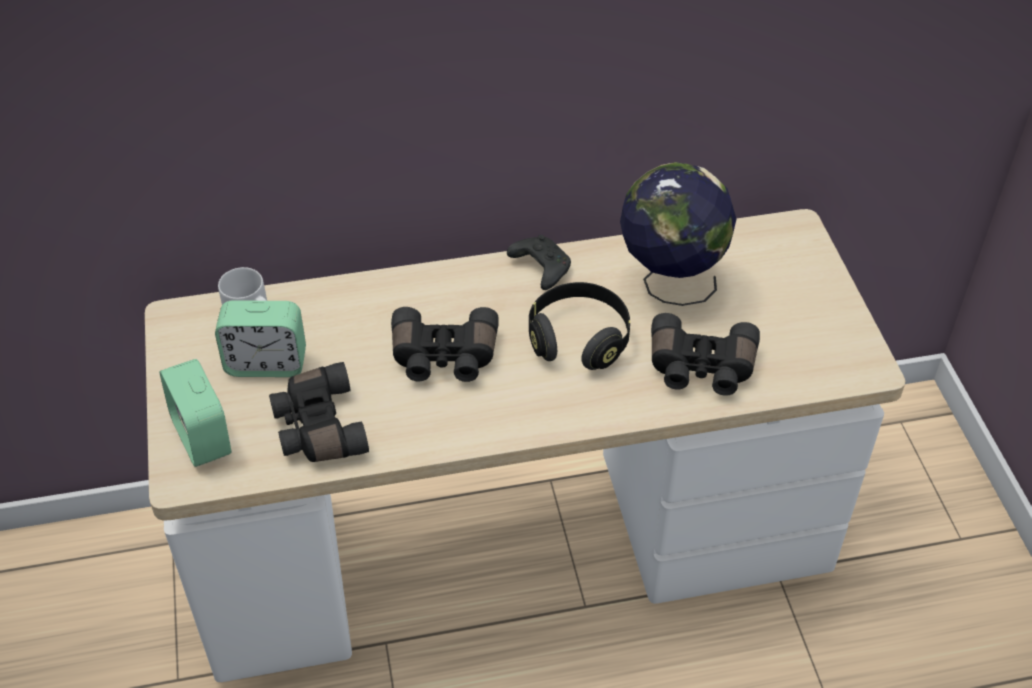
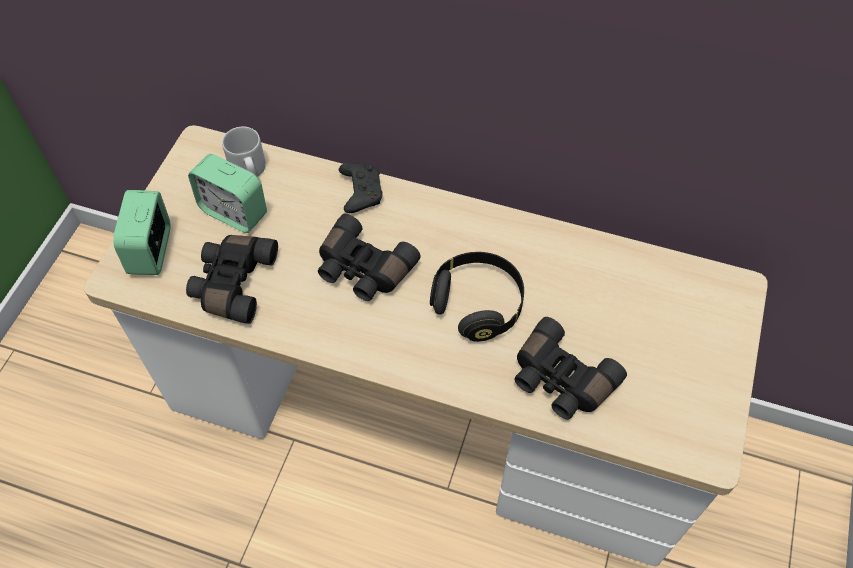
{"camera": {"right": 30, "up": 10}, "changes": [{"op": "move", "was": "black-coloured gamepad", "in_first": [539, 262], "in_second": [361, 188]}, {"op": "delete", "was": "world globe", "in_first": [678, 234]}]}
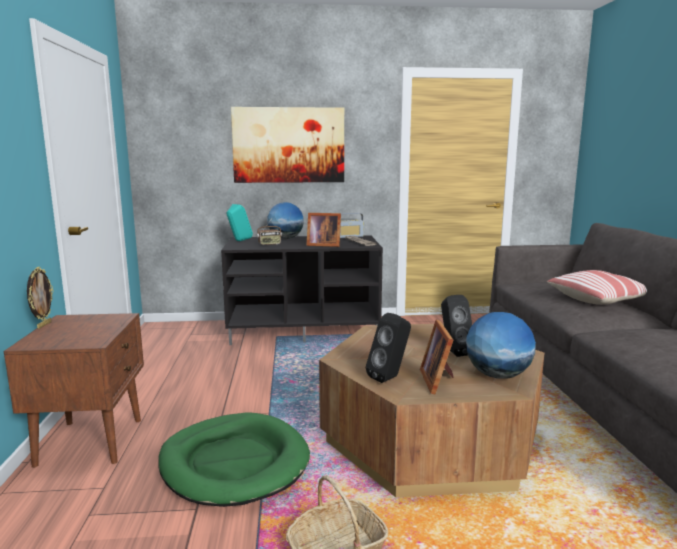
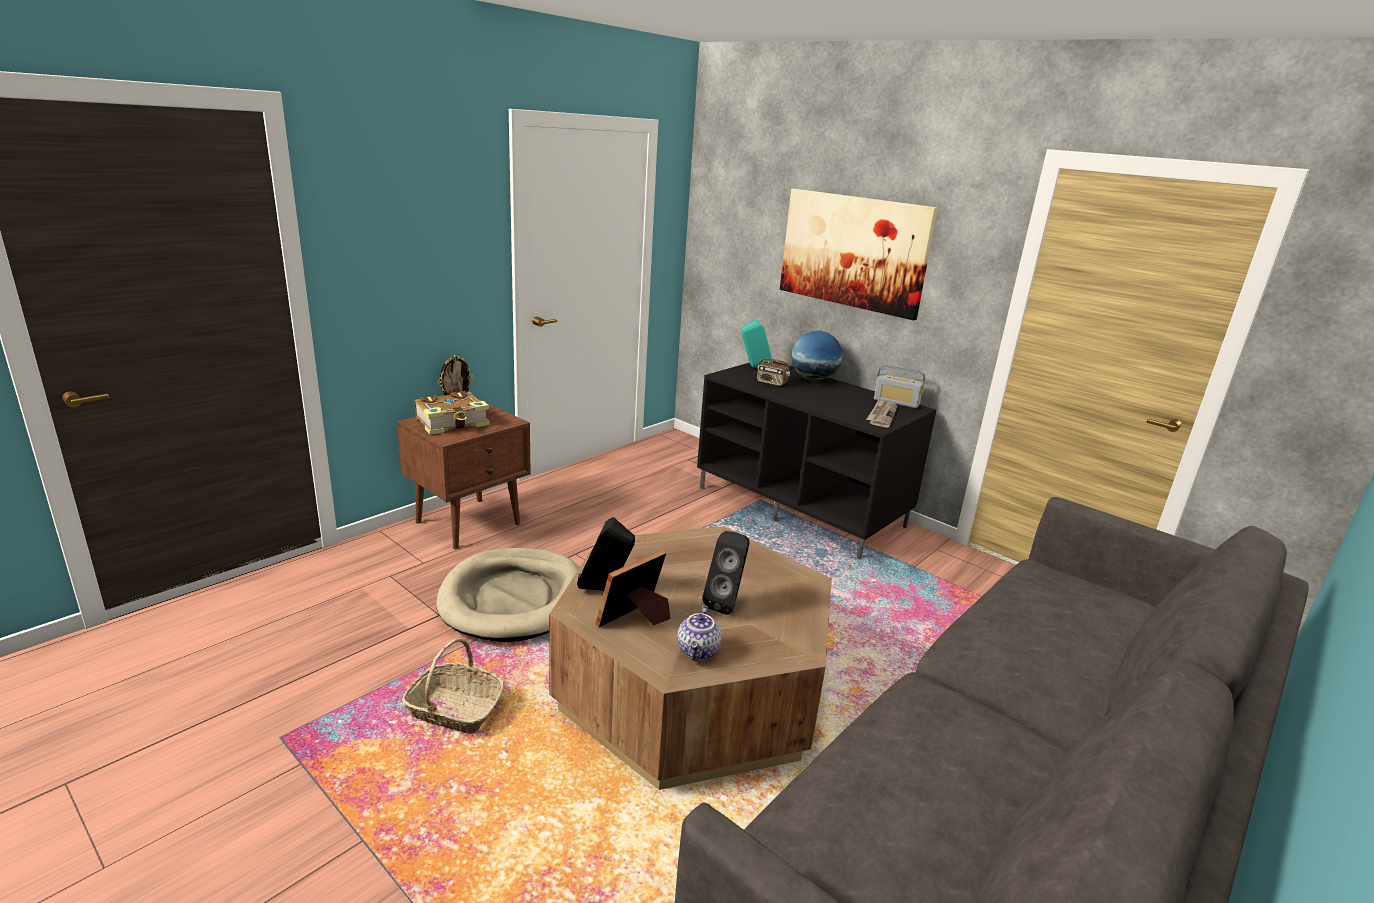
{"camera": {"right": 45, "up": 10}, "changes": [{"op": "insert", "now": "volume", "in_second": [452, 413]}, {"op": "recolor", "was": "green pet bed", "now": "sand-coloured pet bed", "in_first": [234, 460], "in_second": [507, 595]}, {"op": "replace", "was": "world globe", "now": "teapot", "in_first": [501, 345], "in_second": [699, 633]}, {"op": "delete", "was": "standing frame", "in_first": [323, 230]}, {"op": "delete", "was": "cushion", "in_first": [597, 287]}]}
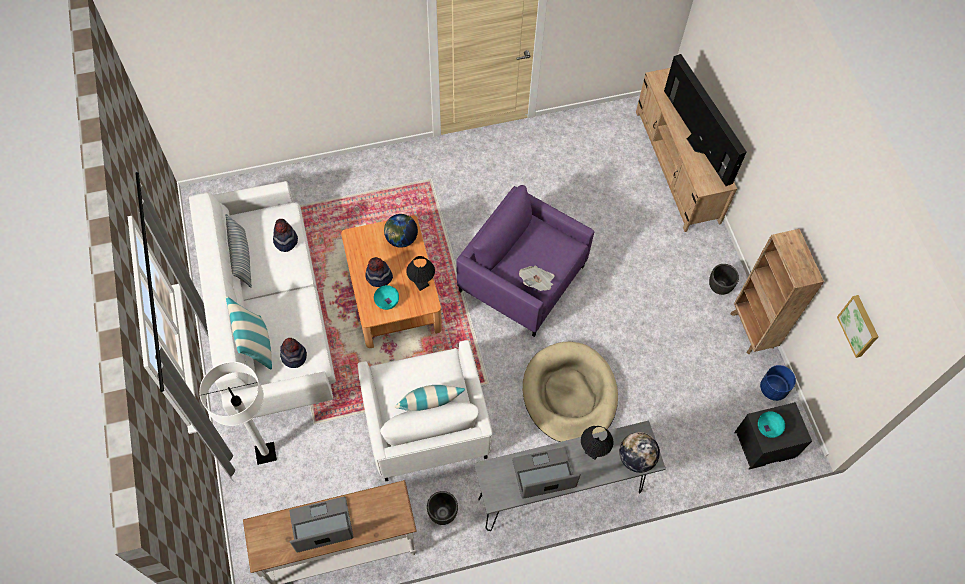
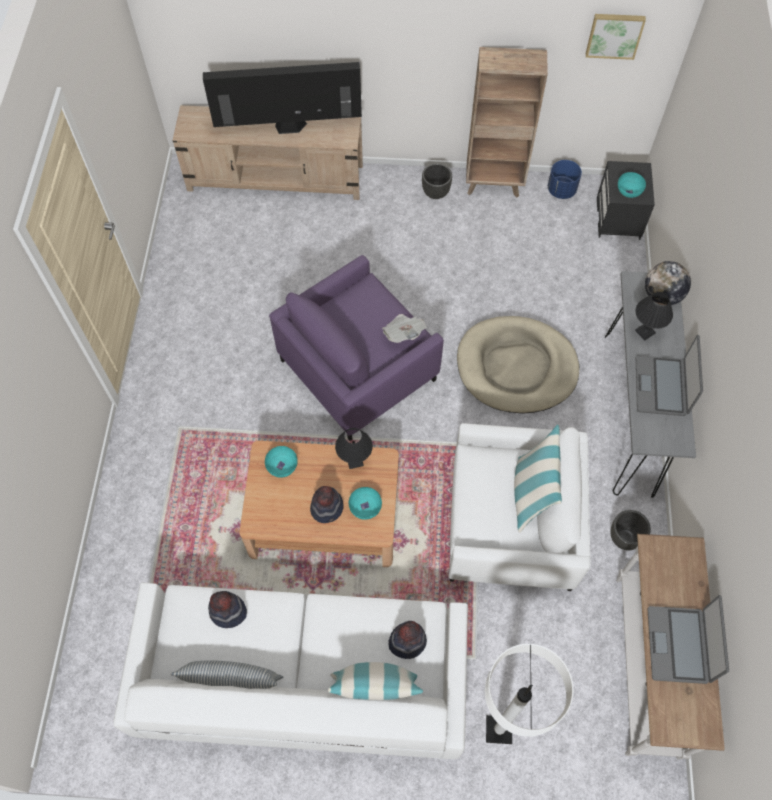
{"camera": {"right": -70, "up": 0}, "changes": [{"op": "replace", "was": "world globe", "now": "turquoise serving bowl", "in_first": [401, 231], "in_second": [281, 462]}]}
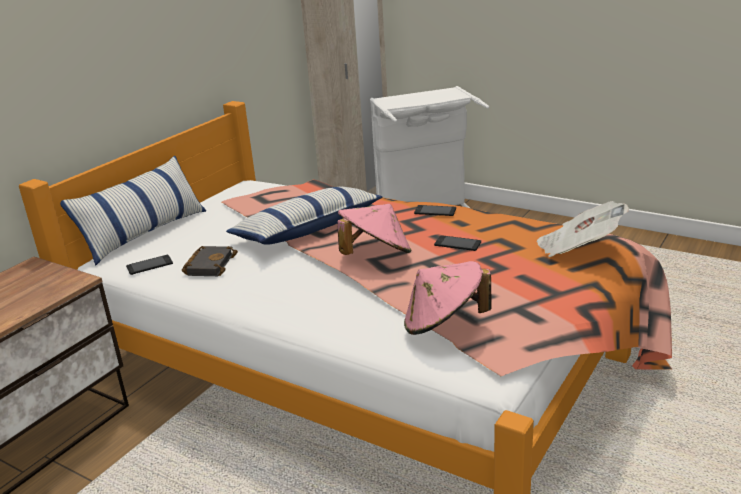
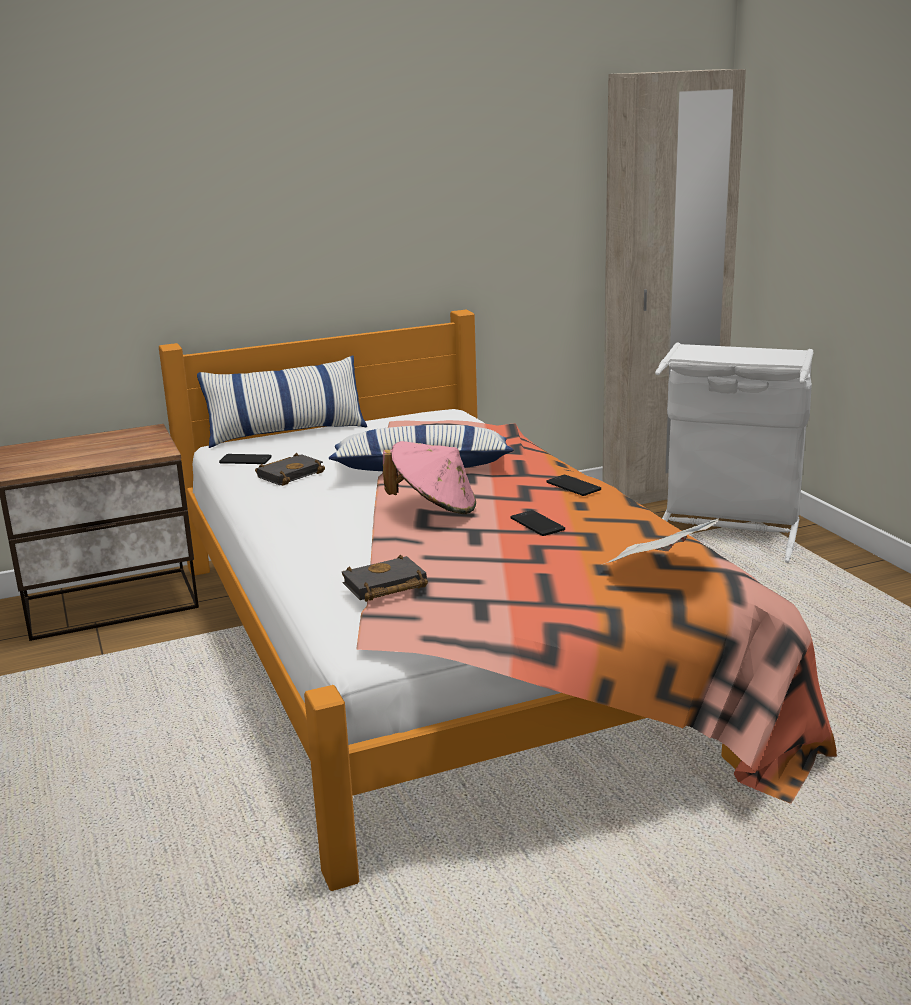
{"camera": {"right": 35, "up": -5}, "changes": [{"op": "replace", "was": "pink-coloured hat", "now": "black-coloured volume", "in_first": [447, 298], "in_second": [385, 578]}]}
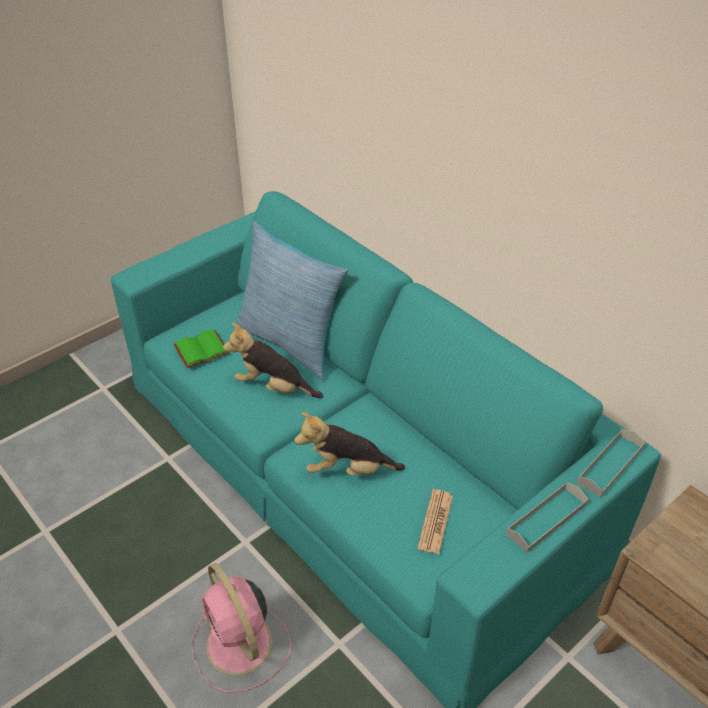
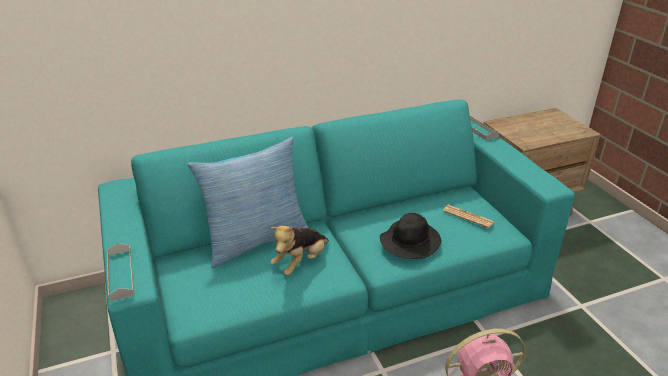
{"camera": {"right": -70, "up": -10}, "changes": [{"op": "move", "was": "grey tray", "in_first": [547, 517], "in_second": [120, 272]}, {"op": "replace", "was": "soft toy", "now": "black-coloured hat", "in_first": [349, 443], "in_second": [410, 236]}, {"op": "delete", "was": "green volume", "in_first": [201, 349]}]}
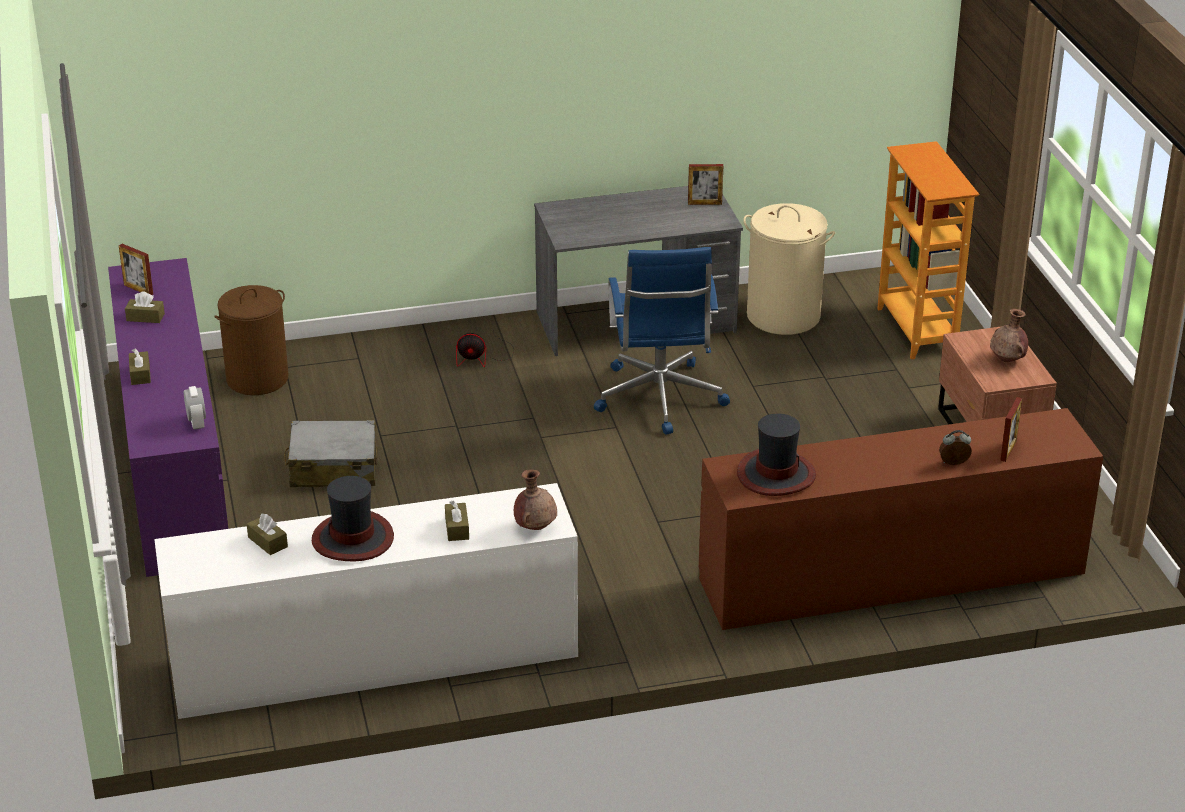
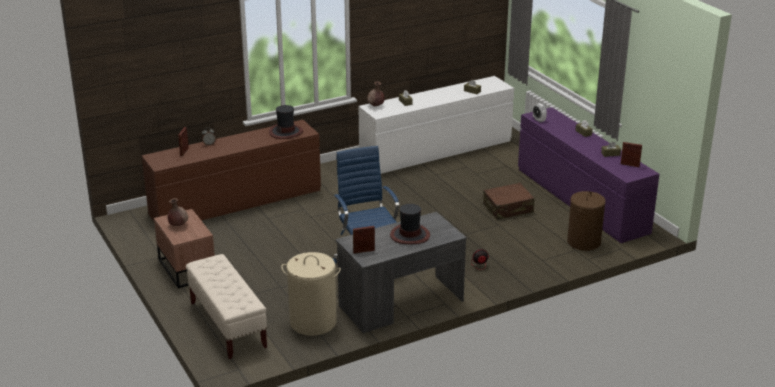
{"camera": {"right": 165, "up": -5}, "changes": [{"op": "replace", "was": "bookshelf", "now": "sand-coloured indoor bench", "in_first": [928, 250], "in_second": [226, 306]}, {"op": "move", "was": "hat", "in_first": [353, 518], "in_second": [410, 224]}, {"op": "recolor", "was": "grey piece of luggage", "now": "brownish piece of luggage", "in_first": [330, 453], "in_second": [509, 201]}]}
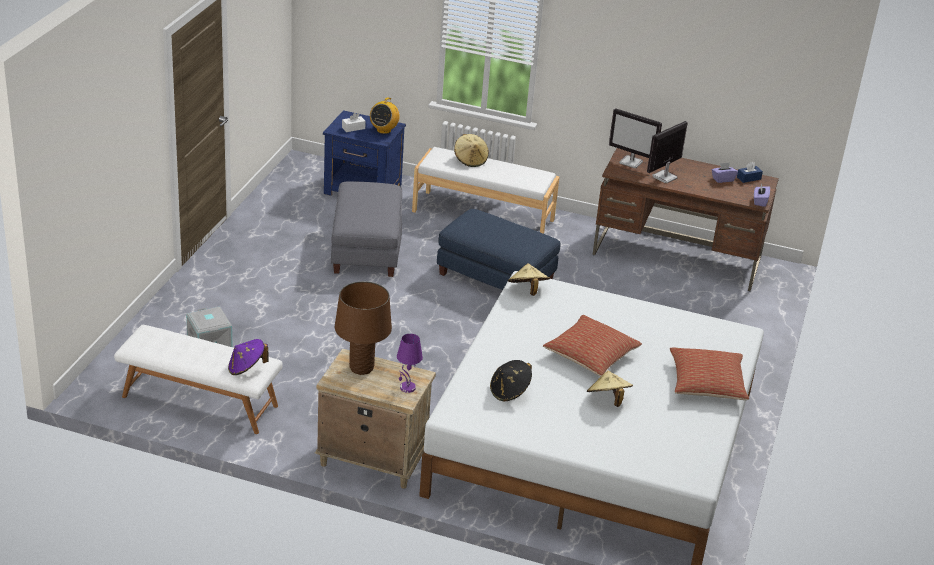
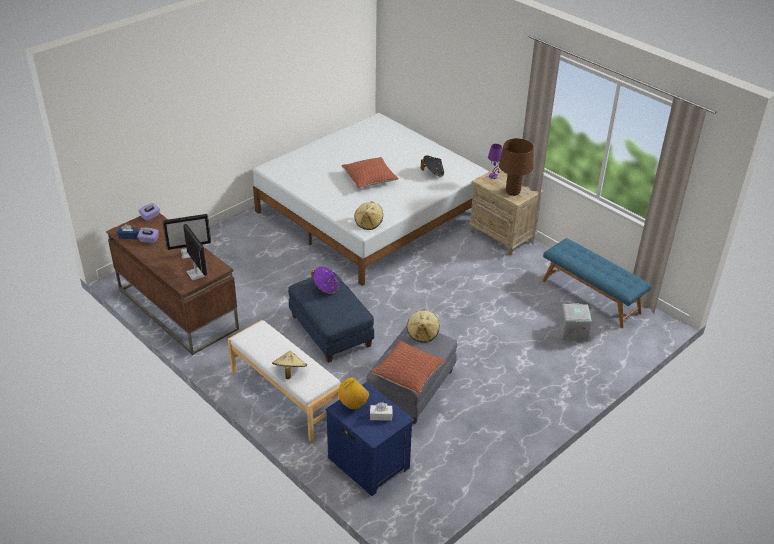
{"camera": {"right": -150, "up": 5}, "changes": [{"op": "move", "was": "purplish hat", "in_first": [248, 357], "in_second": [325, 281]}, {"op": "move", "was": "cushion", "in_first": [709, 373], "in_second": [408, 367]}, {"op": "move", "was": "sand-coloured hat", "in_first": [610, 388], "in_second": [423, 326]}, {"op": "recolor", "was": "white indoor bench", "now": "blue-coloured indoor bench", "in_first": [198, 379], "in_second": [596, 283]}]}
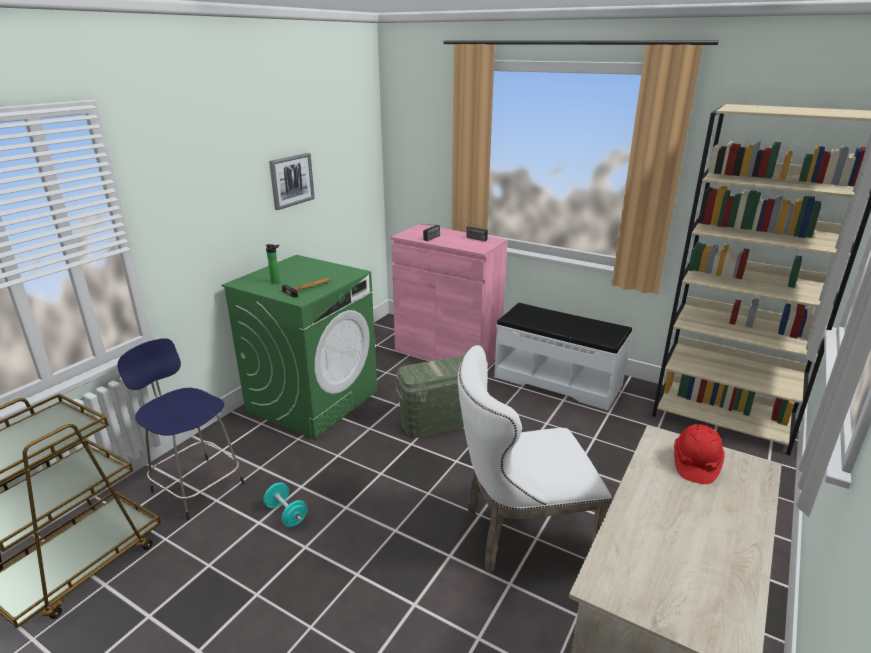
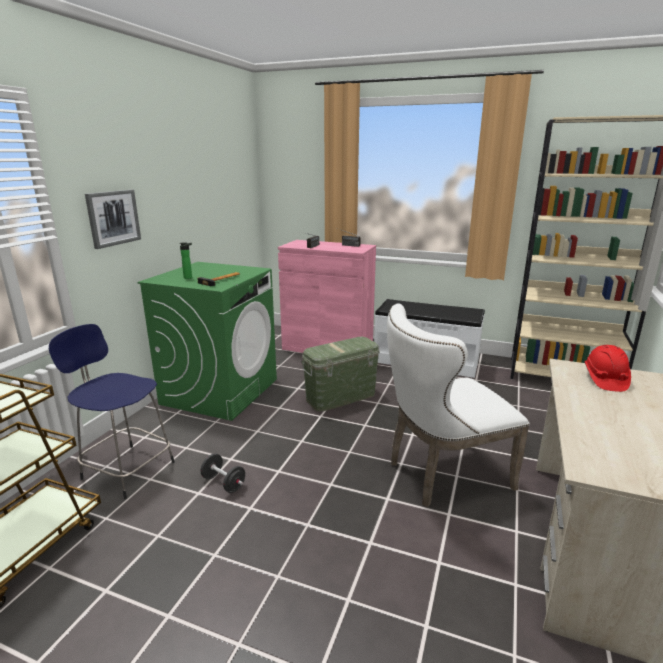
{"camera": {"right": -10, "up": -5}, "changes": [{"op": "move", "was": "wall picture", "in_first": [292, 181], "in_second": [113, 219]}, {"op": "recolor", "was": "turquoise free weight", "now": "black-coloured free weight", "in_first": [285, 504], "in_second": [223, 473]}]}
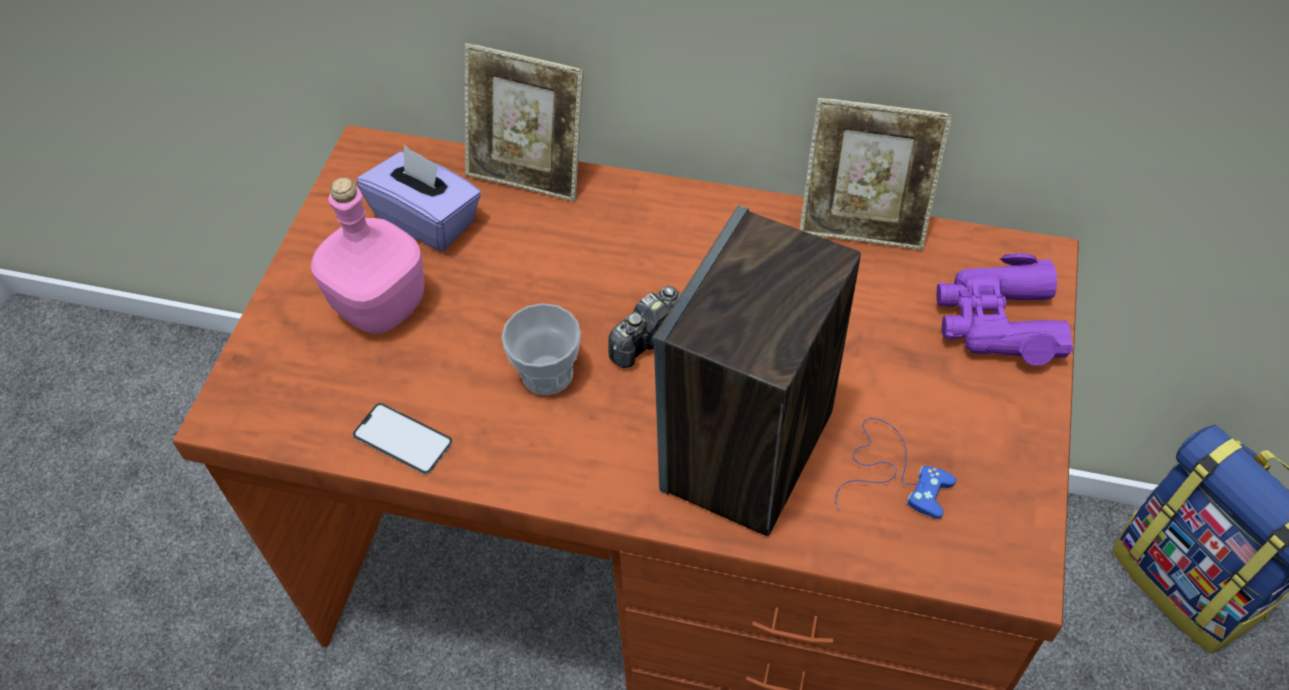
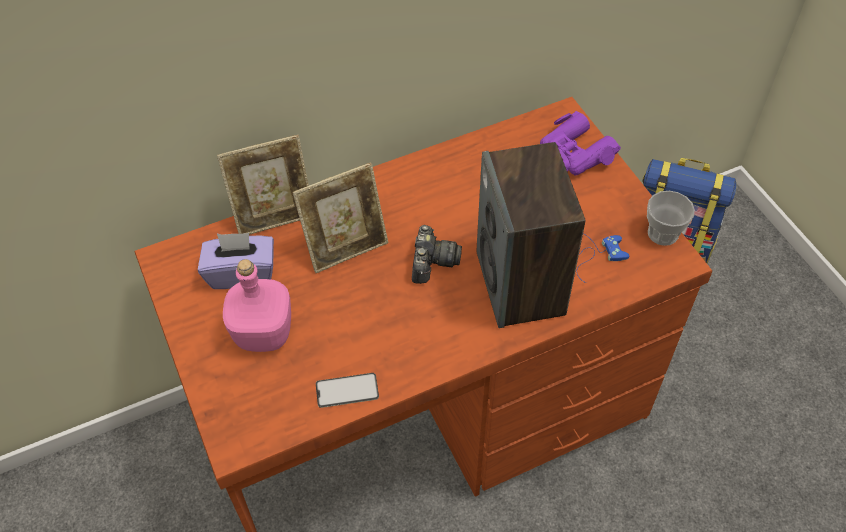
{"camera": {"right": -40, "up": 0}, "changes": [{"op": "move", "was": "standing frame", "in_first": [875, 174], "in_second": [340, 217]}, {"op": "move", "was": "cup", "in_first": [541, 349], "in_second": [671, 218]}]}
